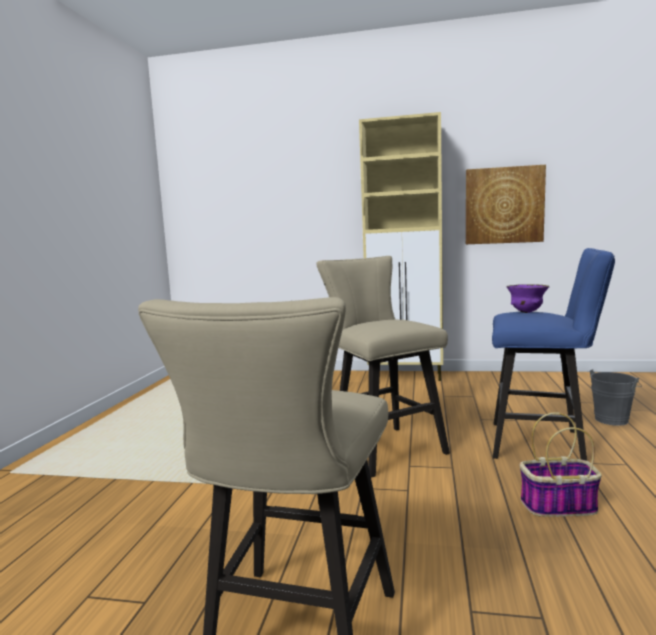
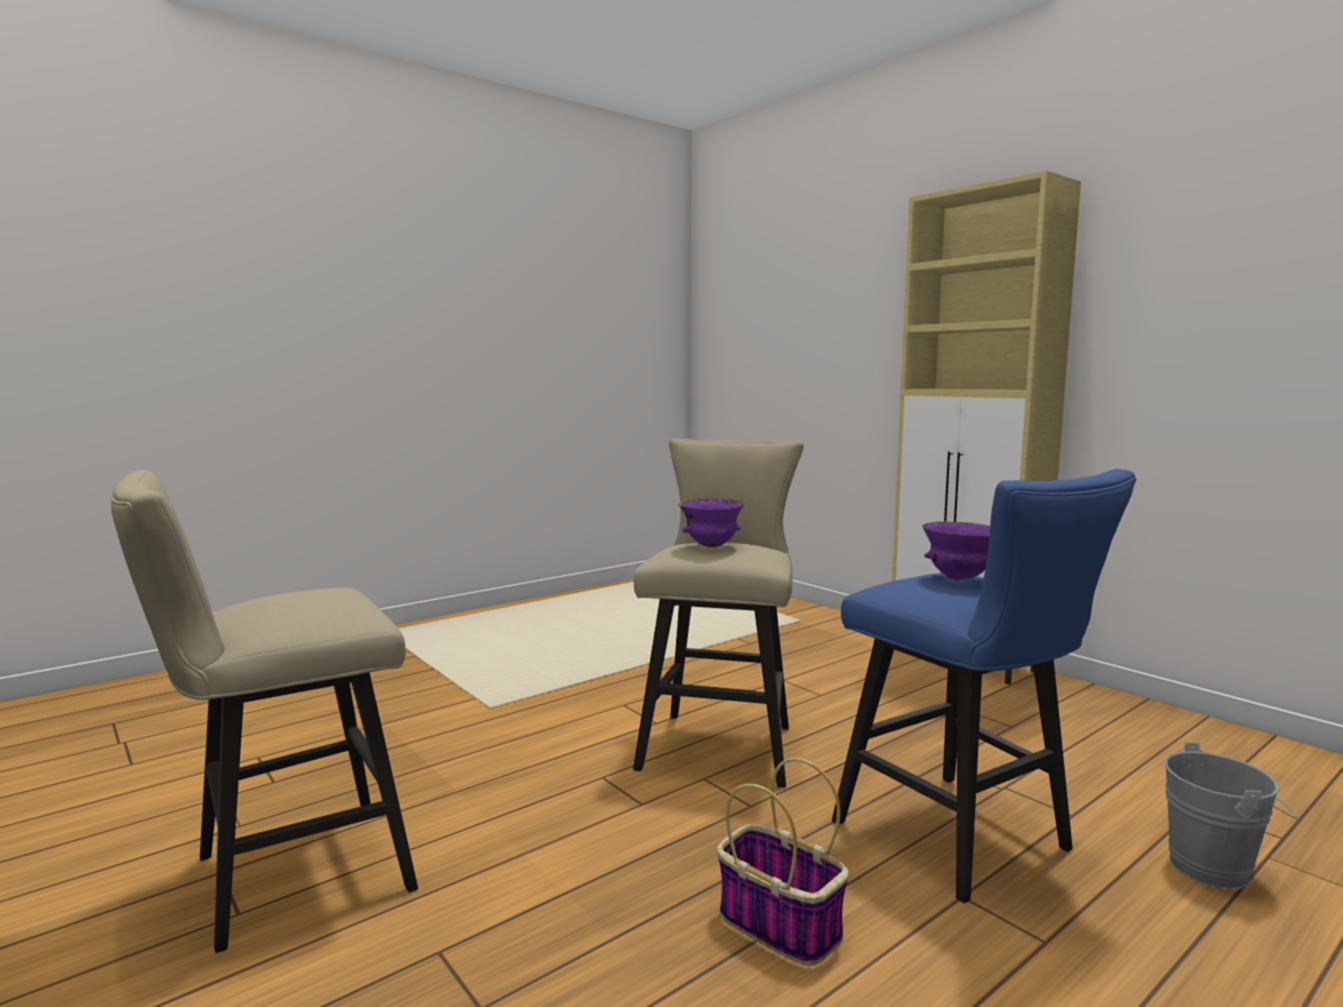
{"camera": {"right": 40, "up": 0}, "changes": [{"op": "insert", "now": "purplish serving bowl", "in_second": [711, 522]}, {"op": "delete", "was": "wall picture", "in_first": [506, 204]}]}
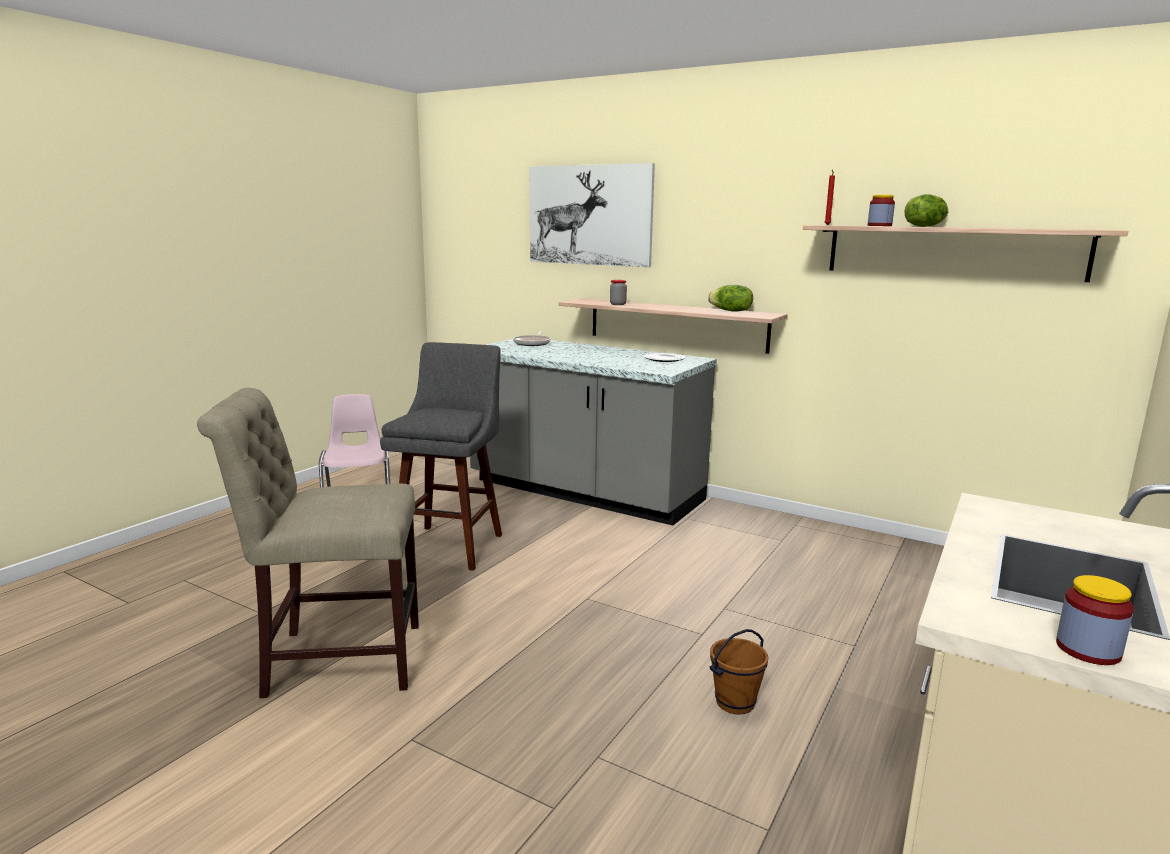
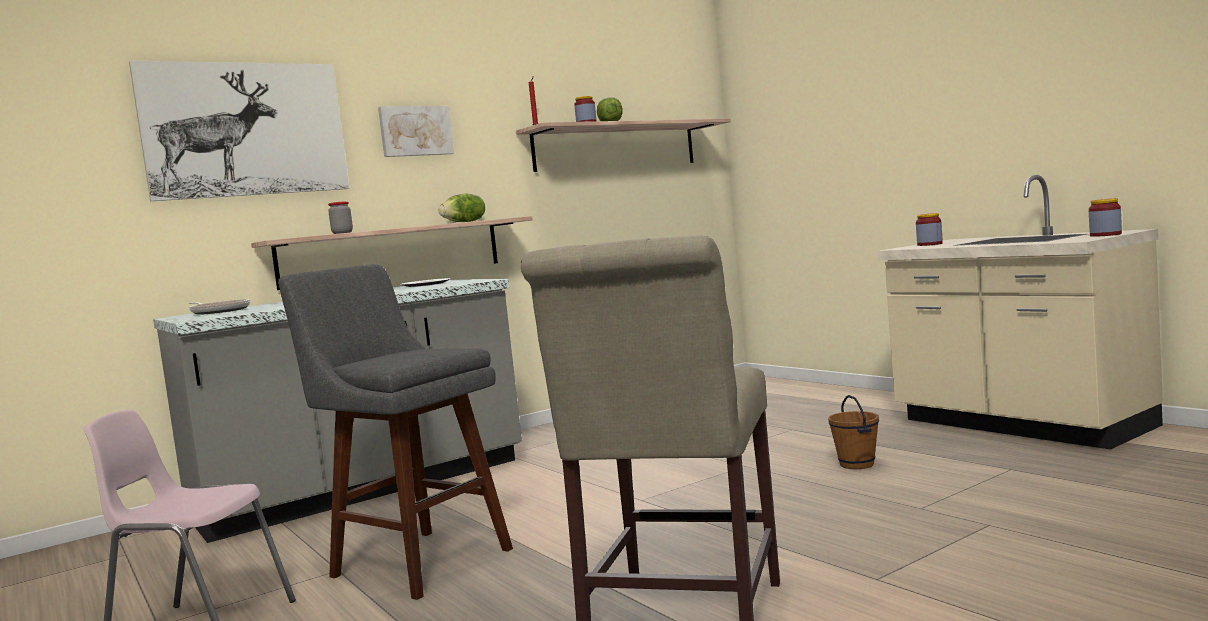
{"camera": {"right": -65, "up": -10}, "changes": [{"op": "insert", "now": "wall picture", "in_second": [416, 131]}, {"op": "insert", "now": "preserve jar", "in_second": [929, 229]}]}
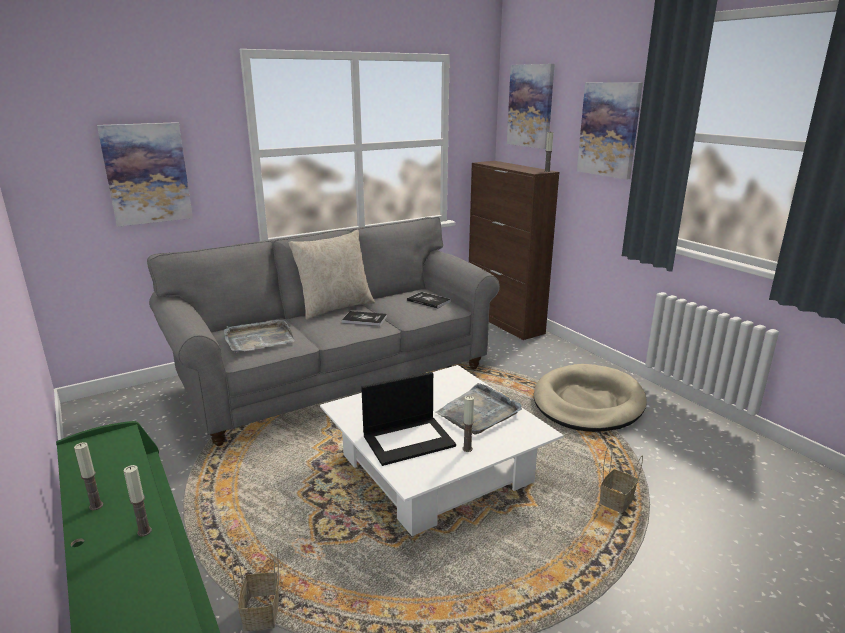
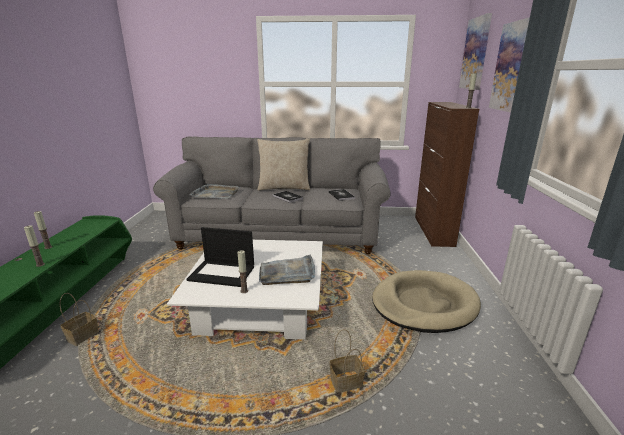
{"camera": {"right": 35, "up": 0}, "changes": [{"op": "delete", "was": "wall picture", "in_first": [145, 174]}]}
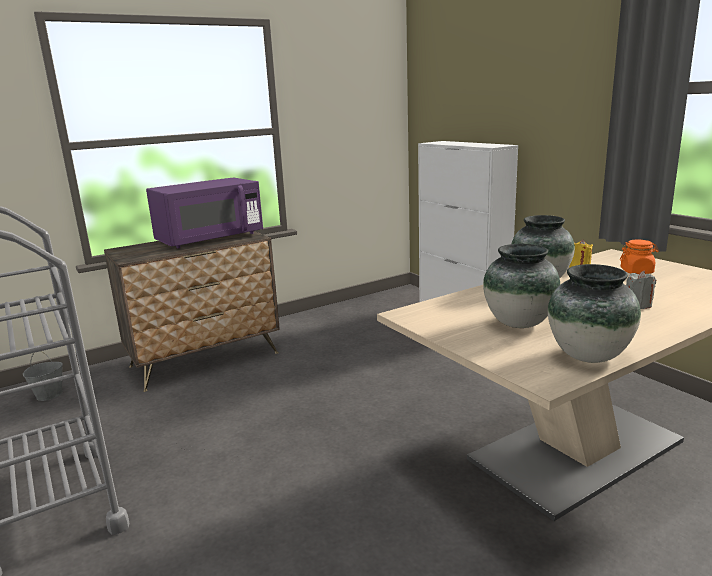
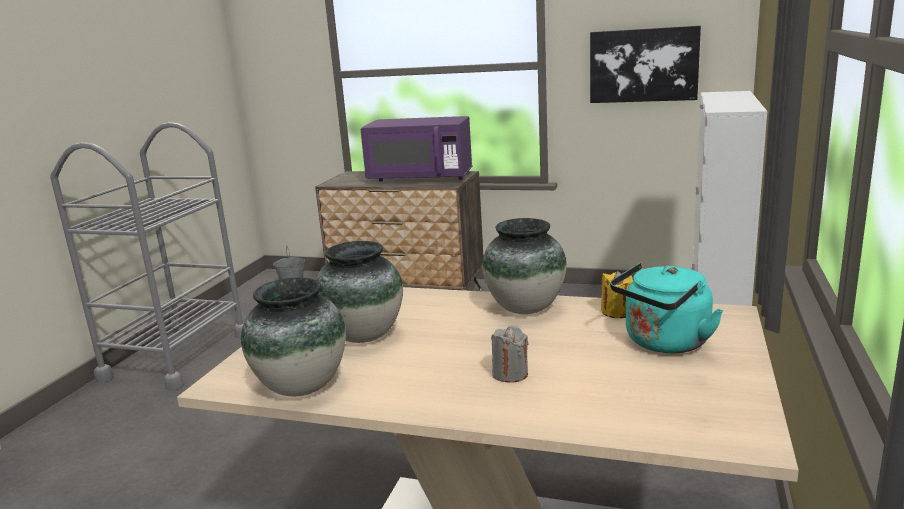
{"camera": {"right": 50, "up": 0}, "changes": [{"op": "insert", "now": "wall picture", "in_second": [645, 64]}, {"op": "replace", "was": "orangey preserve jar", "now": "turquoise tea kettle", "in_first": [639, 257], "in_second": [666, 308]}]}
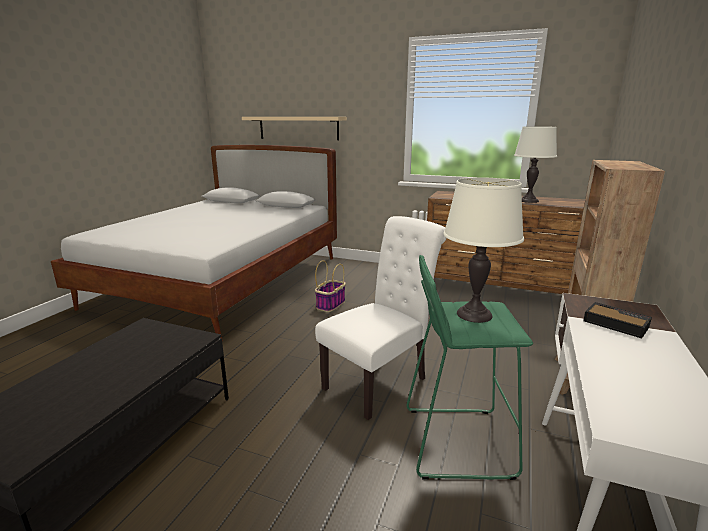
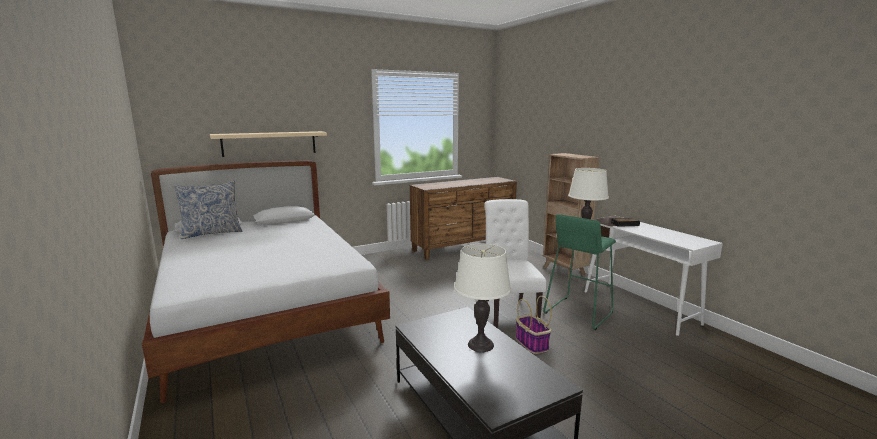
{"camera": {"right": -50, "up": -5}, "changes": [{"op": "insert", "now": "cushion", "in_second": [208, 210]}, {"op": "move", "was": "white table lamp", "in_first": [535, 164], "in_second": [482, 298]}, {"op": "move", "was": "household basket", "in_first": [330, 286], "in_second": [534, 325]}]}
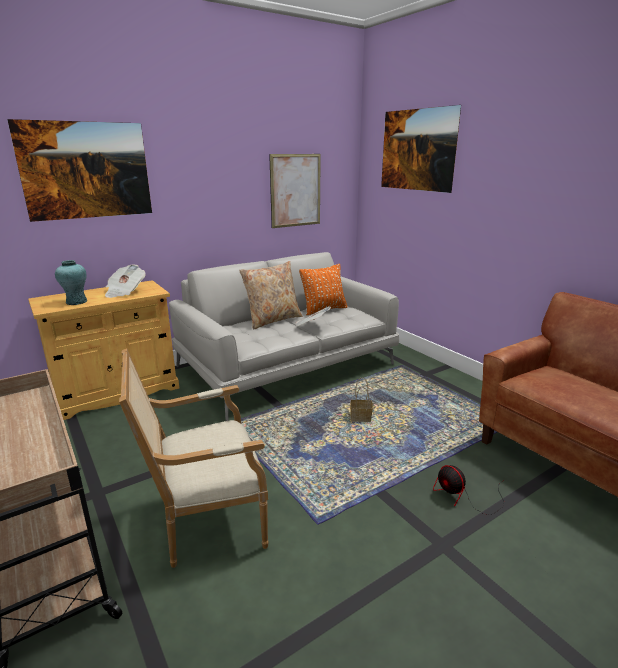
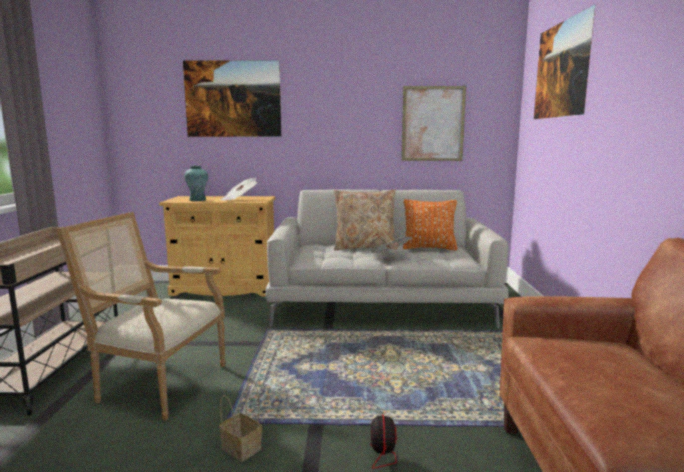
{"camera": {"right": 35, "up": -10}, "changes": [{"op": "move", "was": "household basket", "in_first": [361, 399], "in_second": [240, 421]}]}
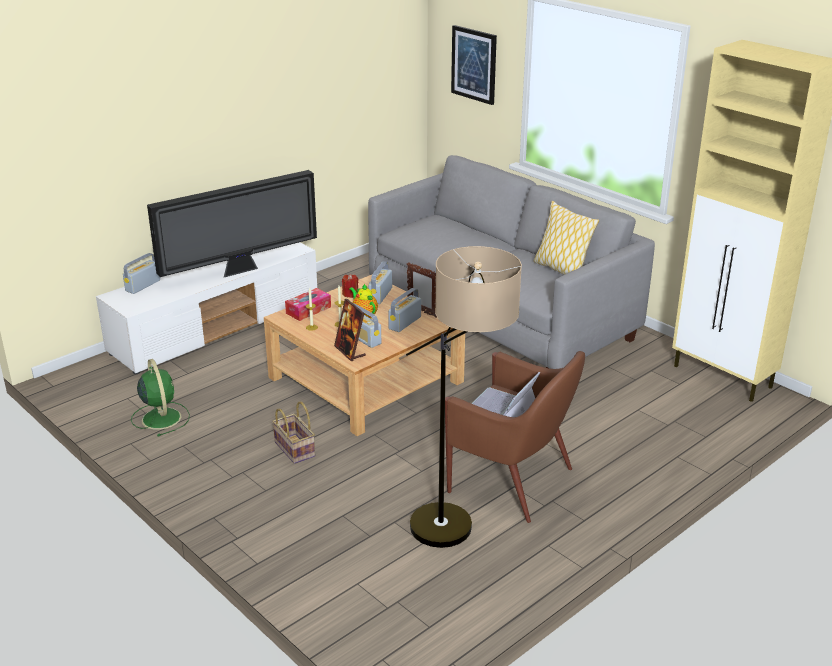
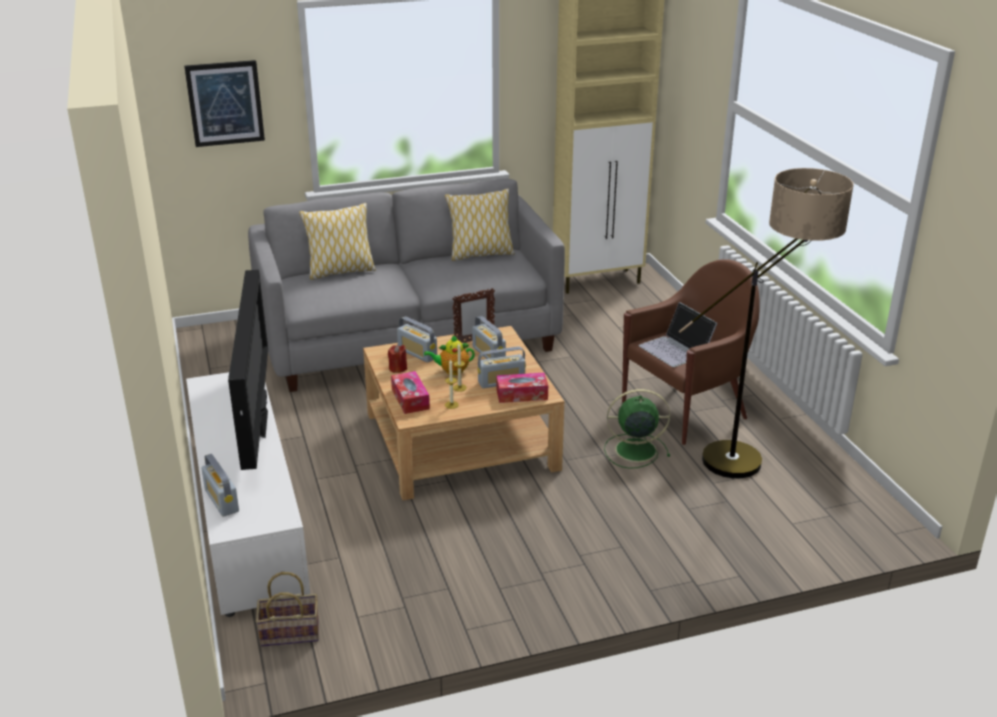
{"camera": {"right": -65, "up": 0}, "changes": [{"op": "move", "was": "household basket", "in_first": [293, 432], "in_second": [287, 609]}, {"op": "insert", "now": "cushion", "in_second": [337, 241]}, {"op": "replace", "was": "standing frame", "now": "tissue box", "in_first": [350, 330], "in_second": [522, 388]}, {"op": "move", "was": "green electric fan", "in_first": [160, 398], "in_second": [637, 429]}]}
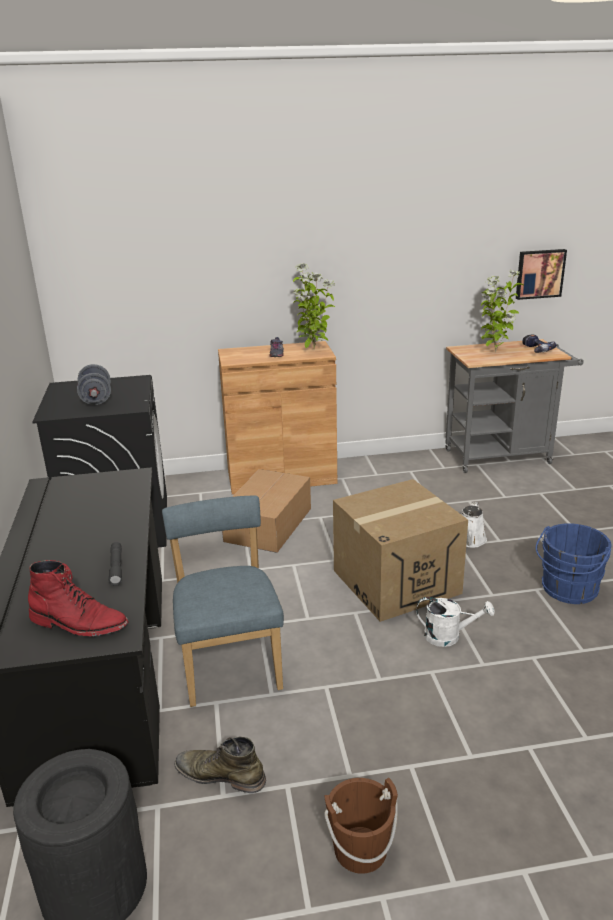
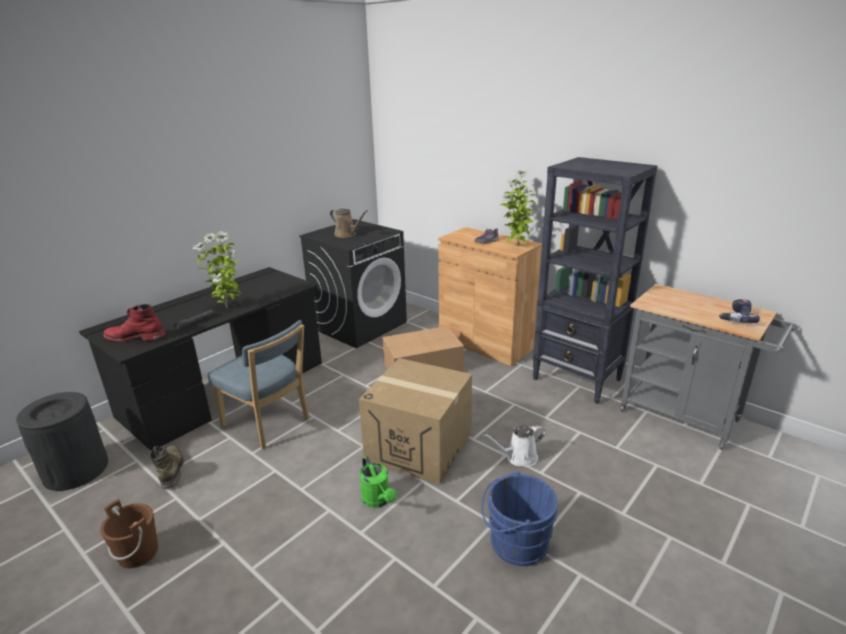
{"camera": {"right": 50, "up": 0}, "changes": [{"op": "rotate", "was": "reddish high-top boot", "in_first": [78, 598], "in_second": [134, 323], "clockwise": 120}, {"op": "move", "was": "houseplant", "in_first": [502, 311], "in_second": [216, 269]}, {"op": "rotate", "was": "blue-coloured upright chair", "in_first": [223, 601], "in_second": [259, 384], "clockwise": 90}, {"op": "replace", "was": "grey free weight", "now": "brownish sprinkling can", "in_first": [94, 384], "in_second": [348, 223]}, {"op": "recolor", "was": "white sprinkling can", "now": "green sprinkling can", "in_first": [455, 622], "in_second": [378, 482]}, {"op": "insert", "now": "black-coloured bookshelf", "in_second": [595, 280]}, {"op": "delete", "was": "wall picture", "in_first": [541, 274]}]}
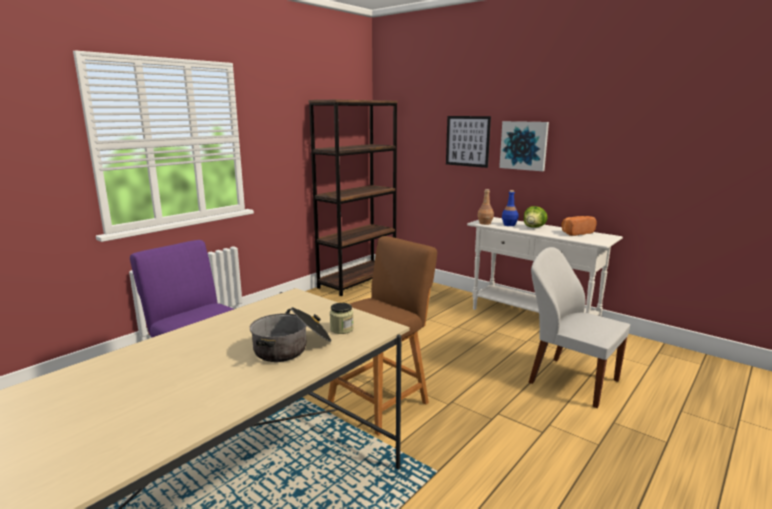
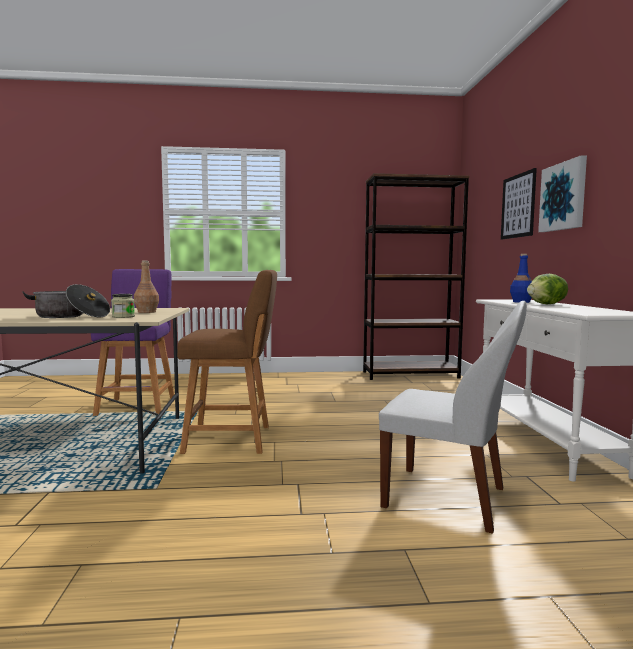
{"camera": {"right": 45, "up": -10}, "changes": [{"op": "move", "was": "brownish drink bottle", "in_first": [485, 207], "in_second": [146, 287]}, {"op": "rotate", "was": "white upright chair", "in_first": [579, 327], "in_second": [453, 417], "clockwise": 120}, {"op": "delete", "was": "baked bread", "in_first": [579, 226]}]}
